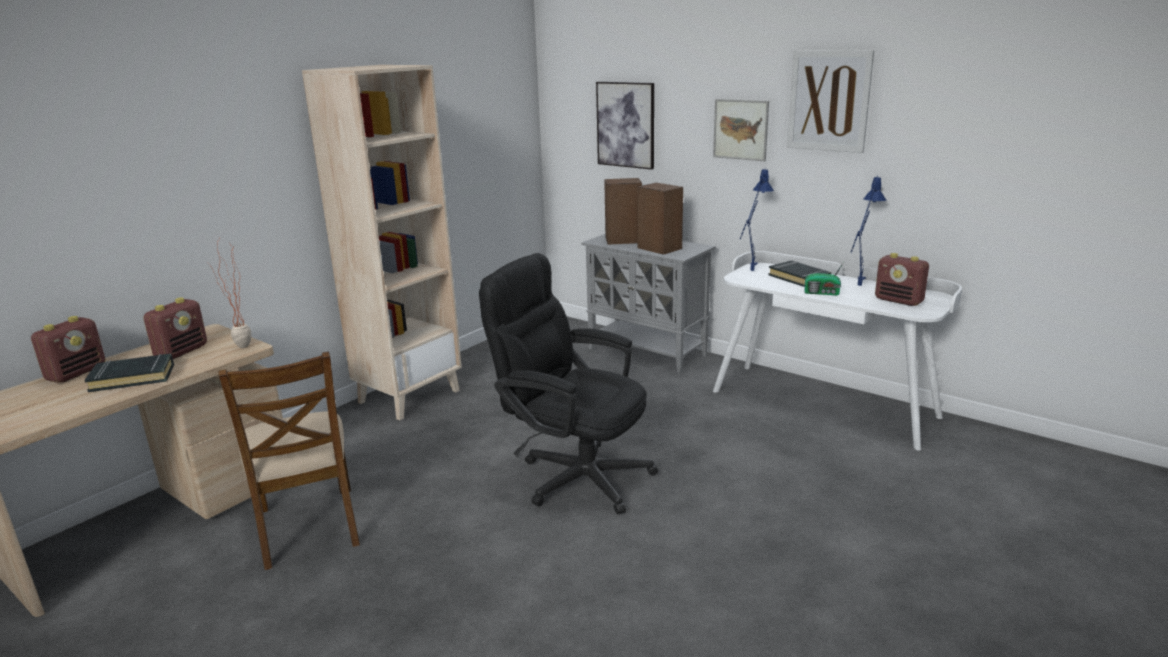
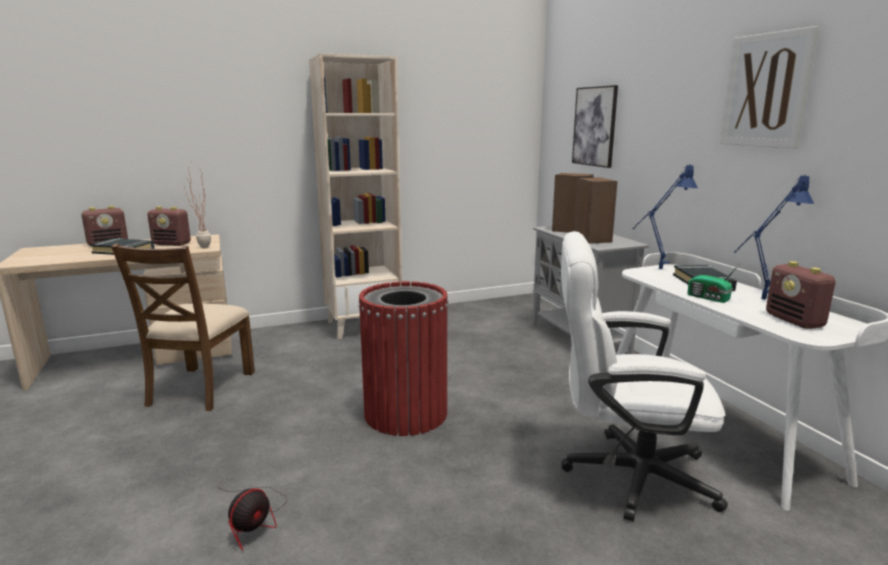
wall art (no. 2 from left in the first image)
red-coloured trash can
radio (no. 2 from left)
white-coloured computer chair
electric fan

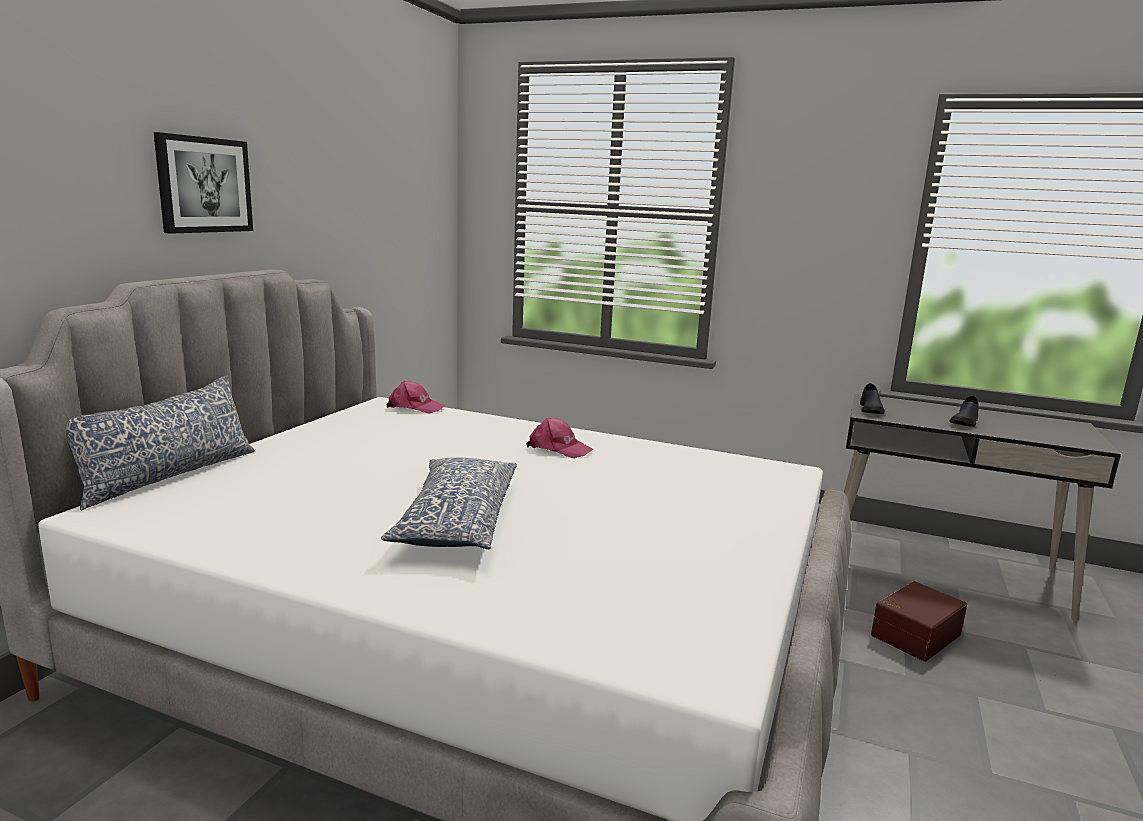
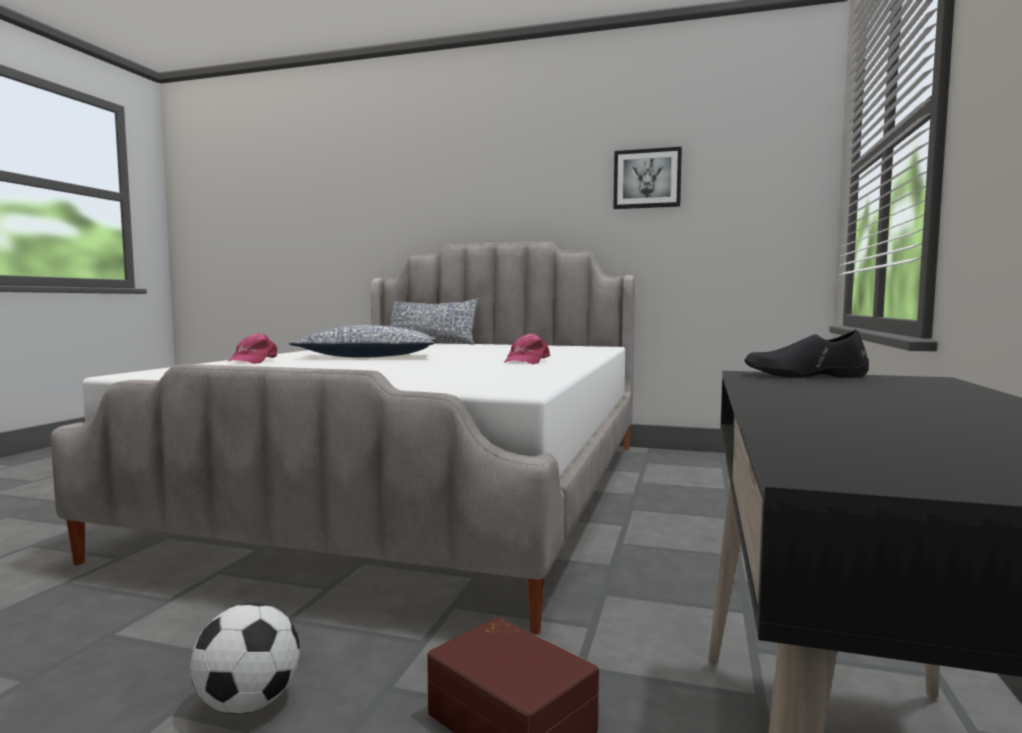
wall art
pink-coloured cap (no. 1 from left)
blackish shoe (no. 2 from left in the first image)
football

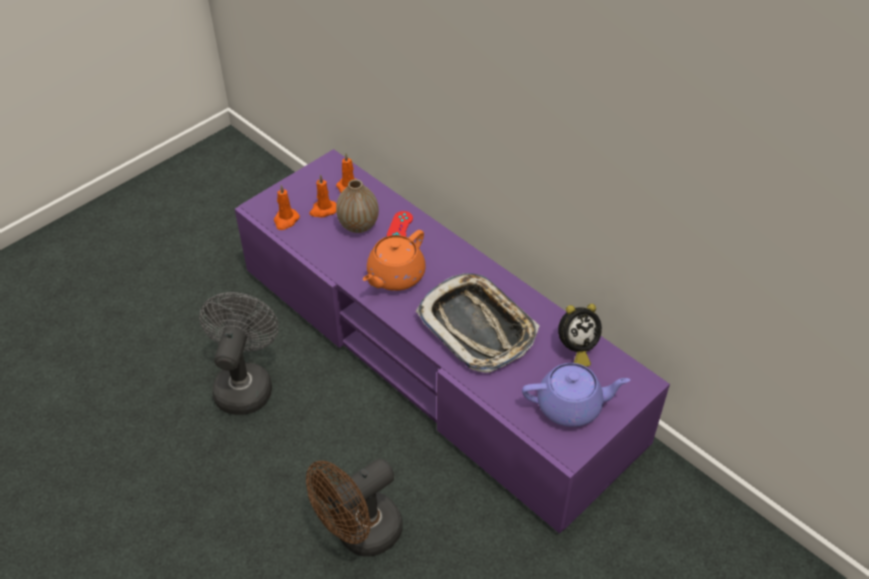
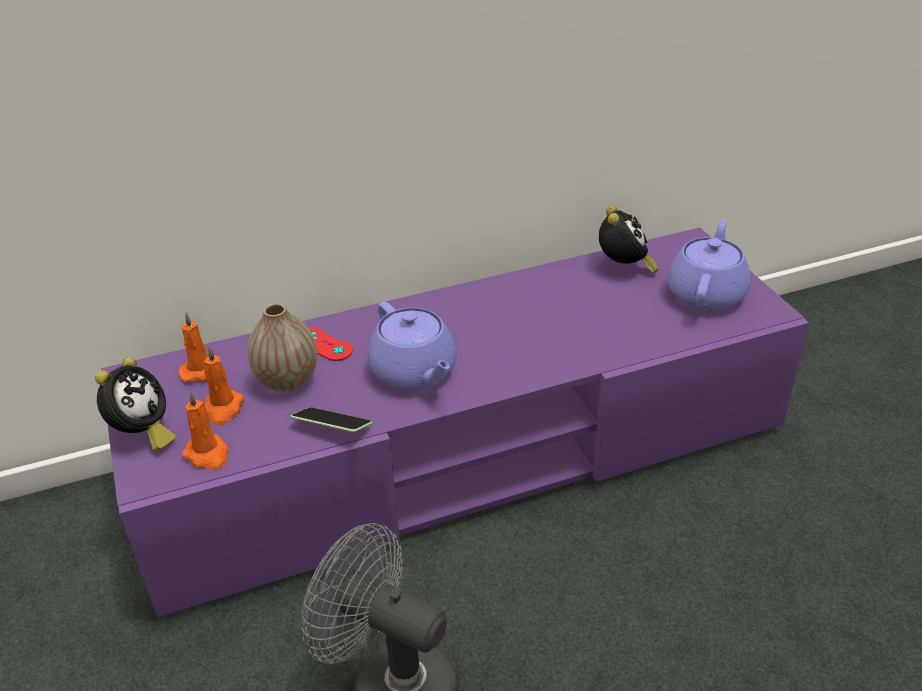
purplish tea pot (no. 1 from left)
carrying tray
brown-coloured electric fan
alarm clock (no. 1 from left)
phone

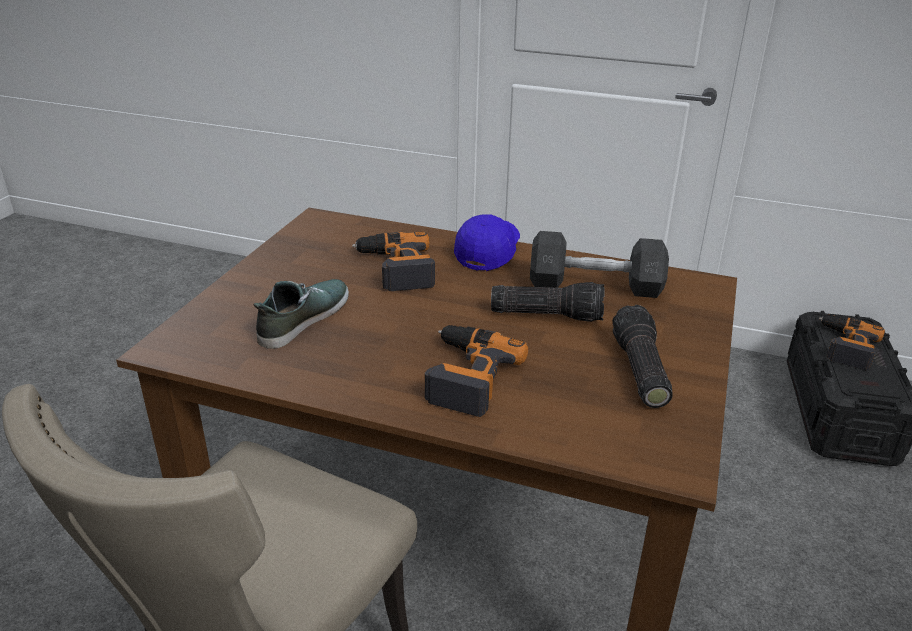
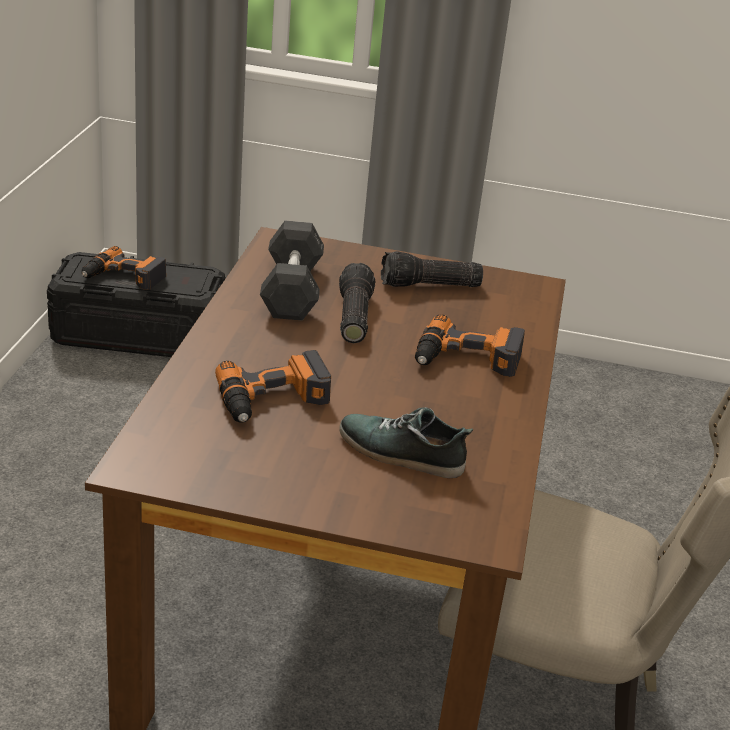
bluish cap

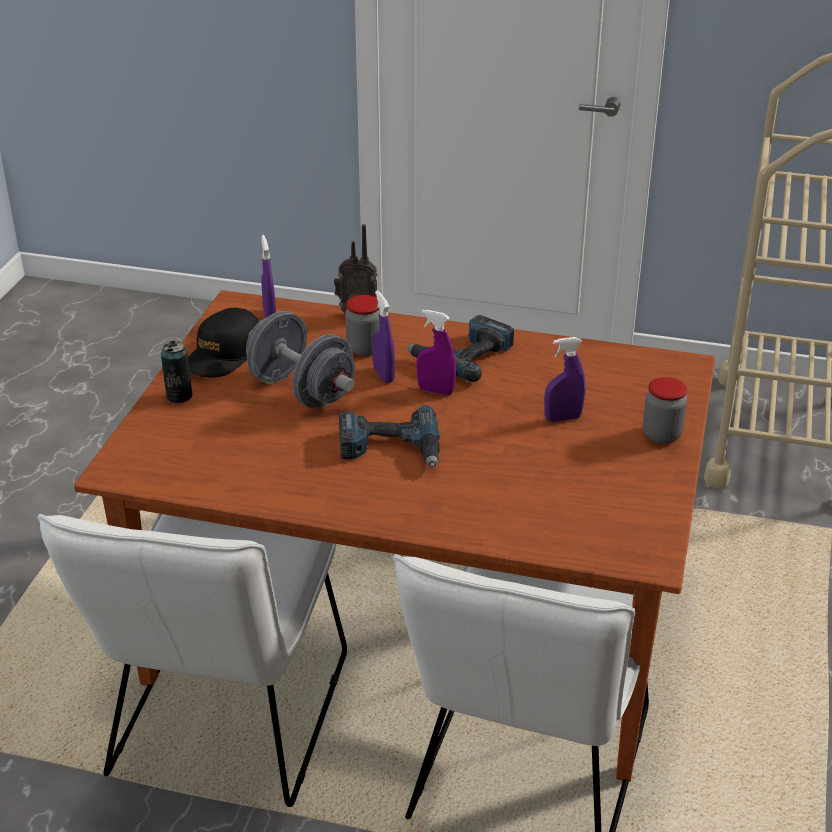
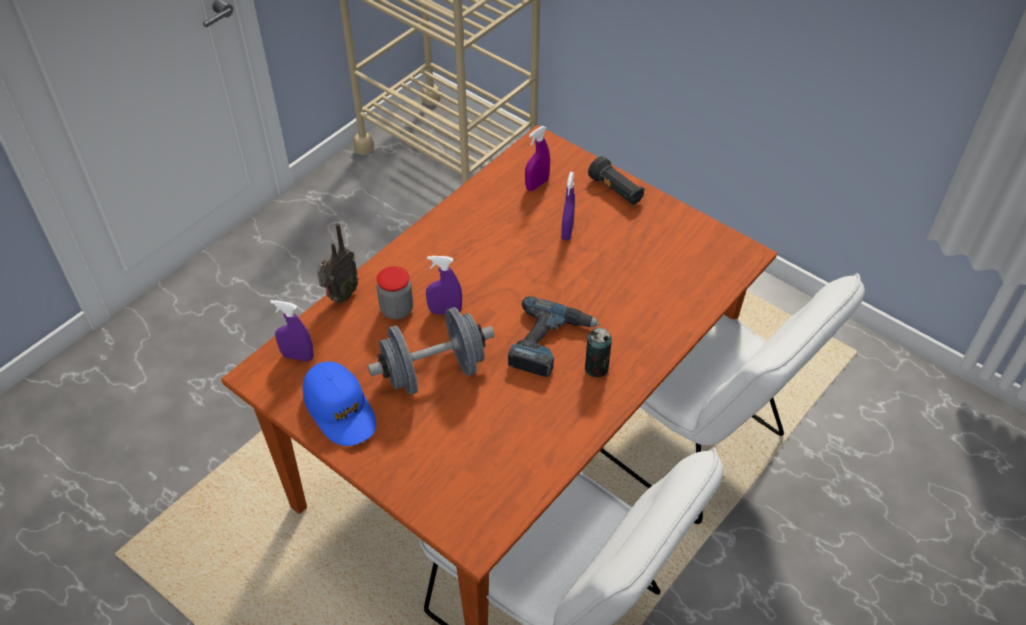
bluish cap
purplish sprayer (no. 3 from left)
drill (no. 2 from left in the first image)
metal can
blackish torch

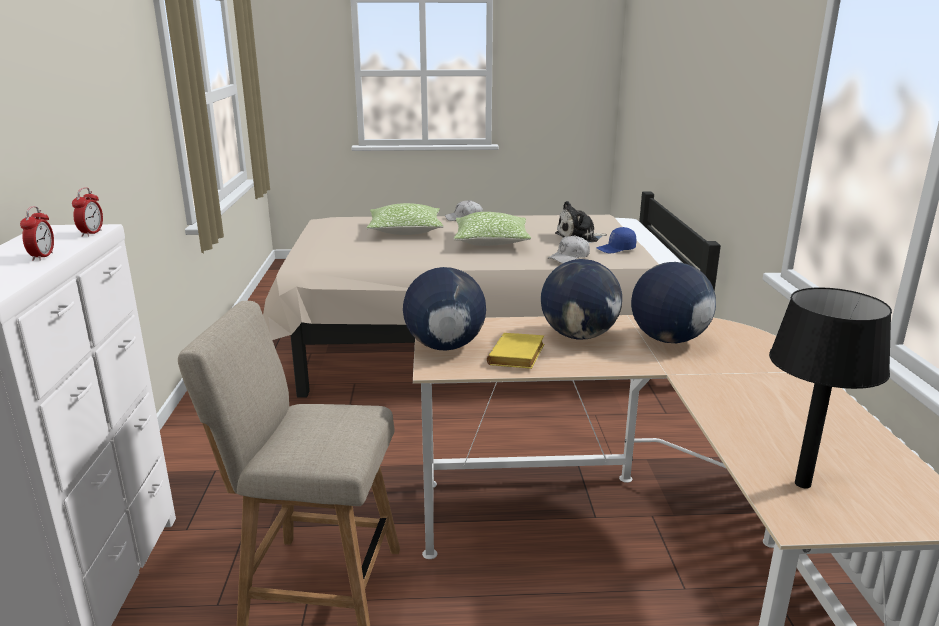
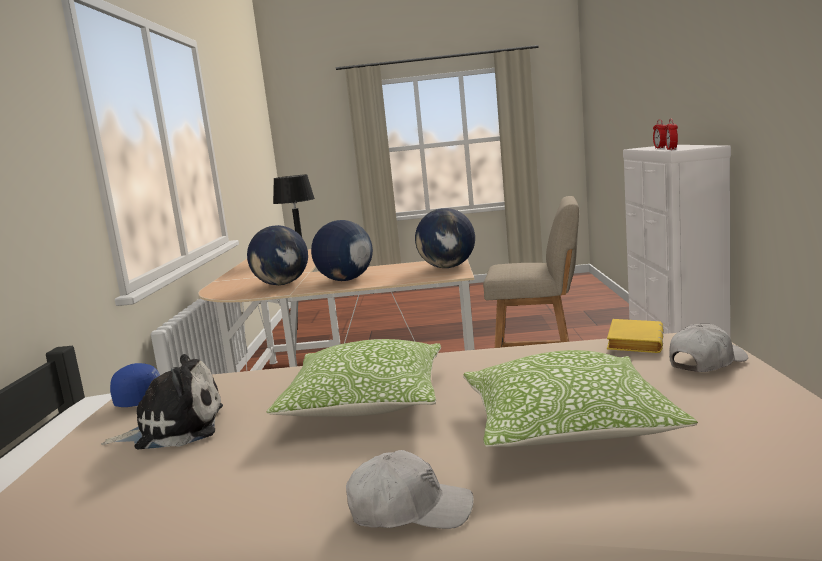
white-coloured cap (no. 2 from left)
yellow-coloured book

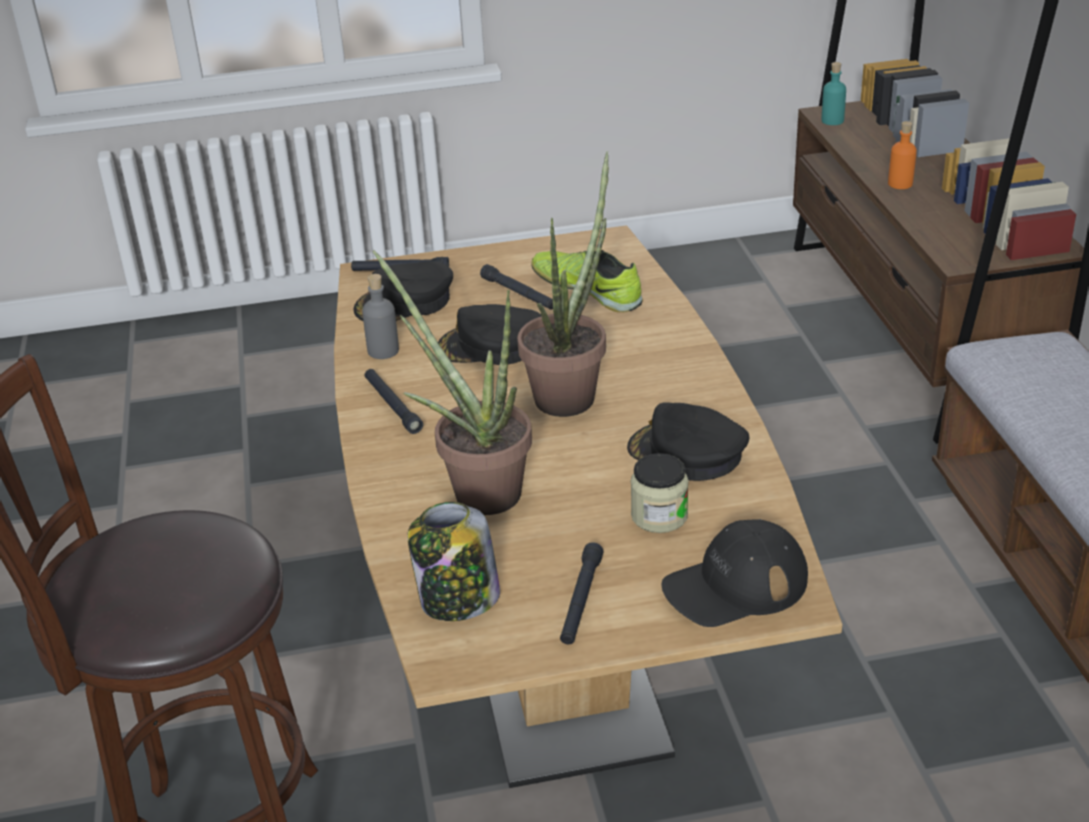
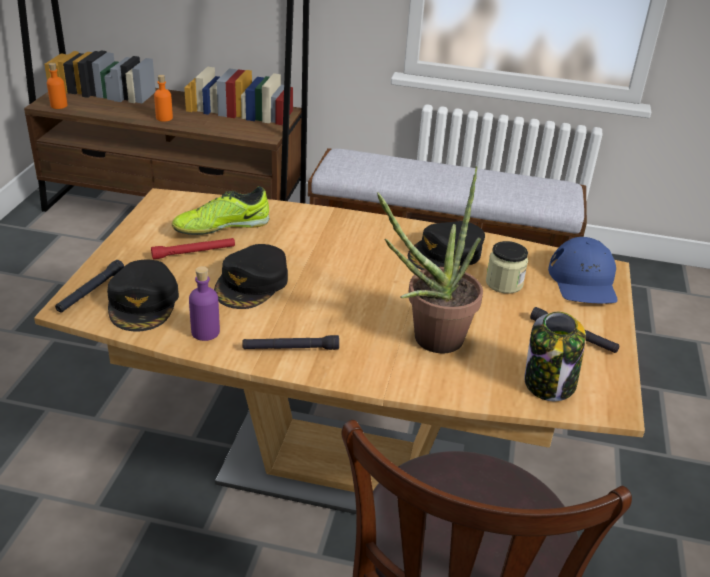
orangey bottle (no. 1 from left)
potted plant (no. 2 from left in the first image)
red-coloured torch
purplish bottle
bluish cap

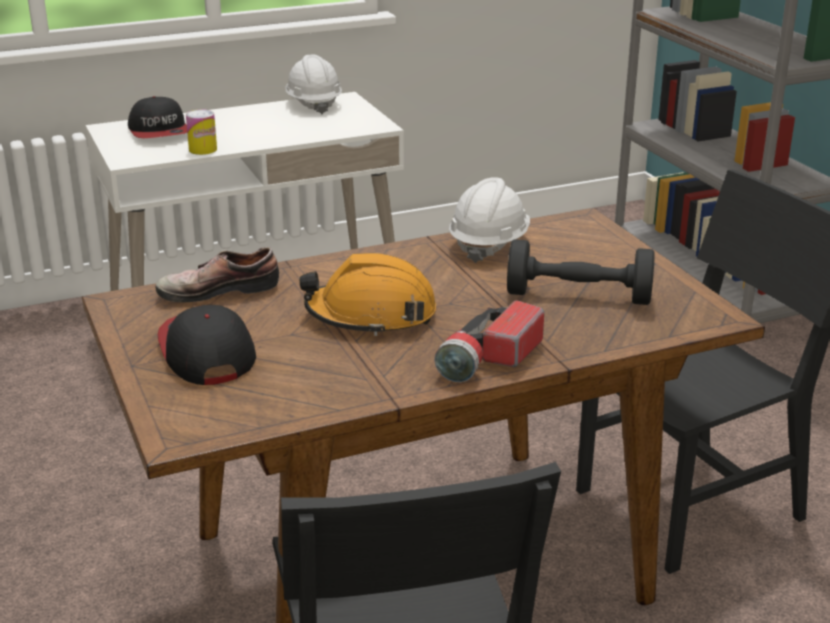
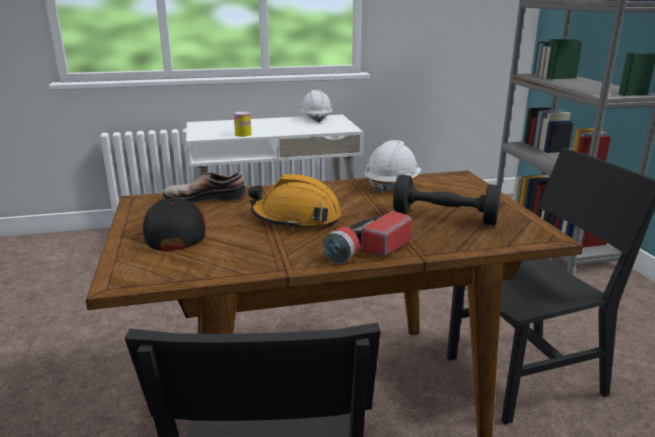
cap (no. 1 from left in the first image)

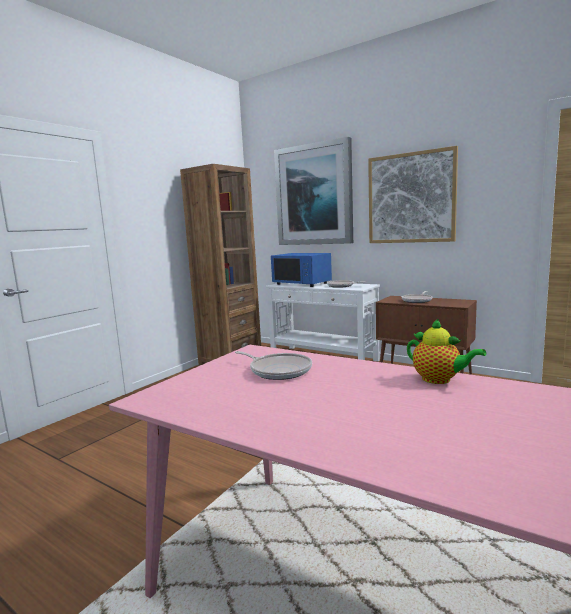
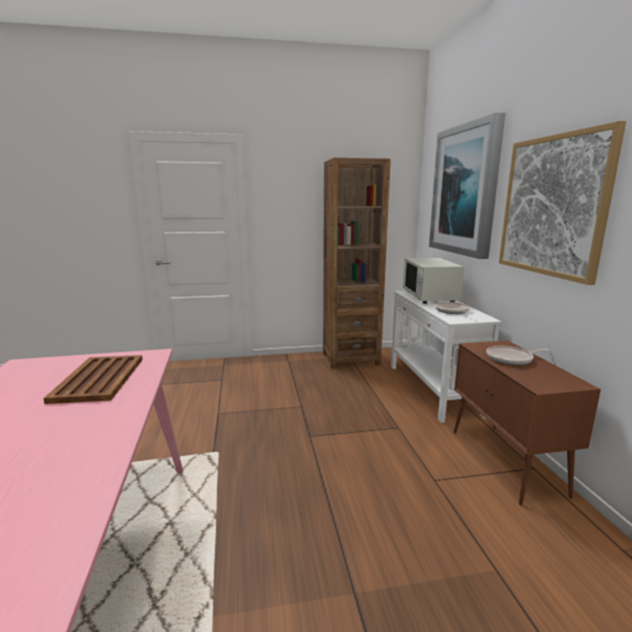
white-coloured kitchen microwave
tea pot
brown-coloured carrying tray

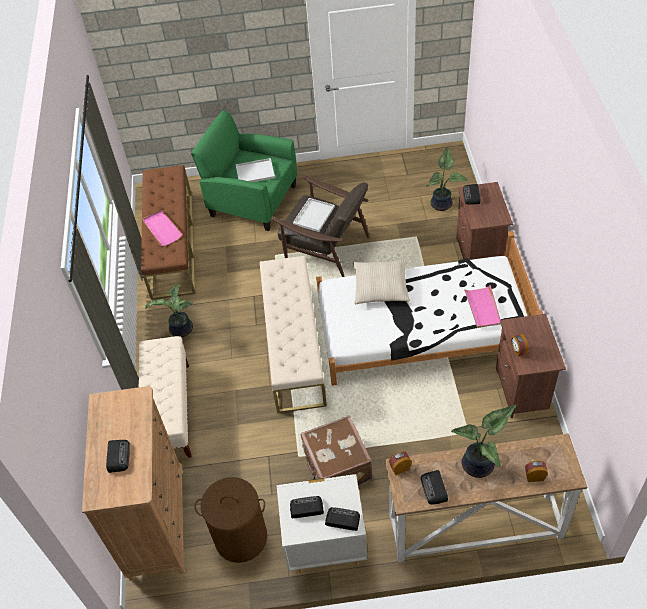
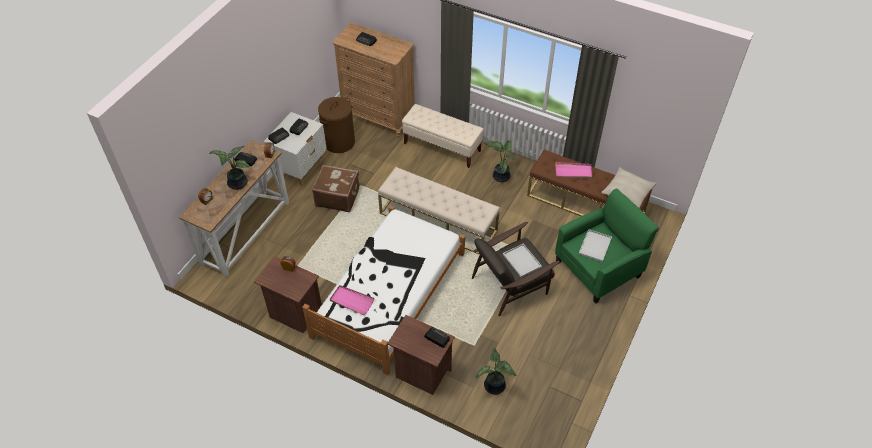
beige pillow

